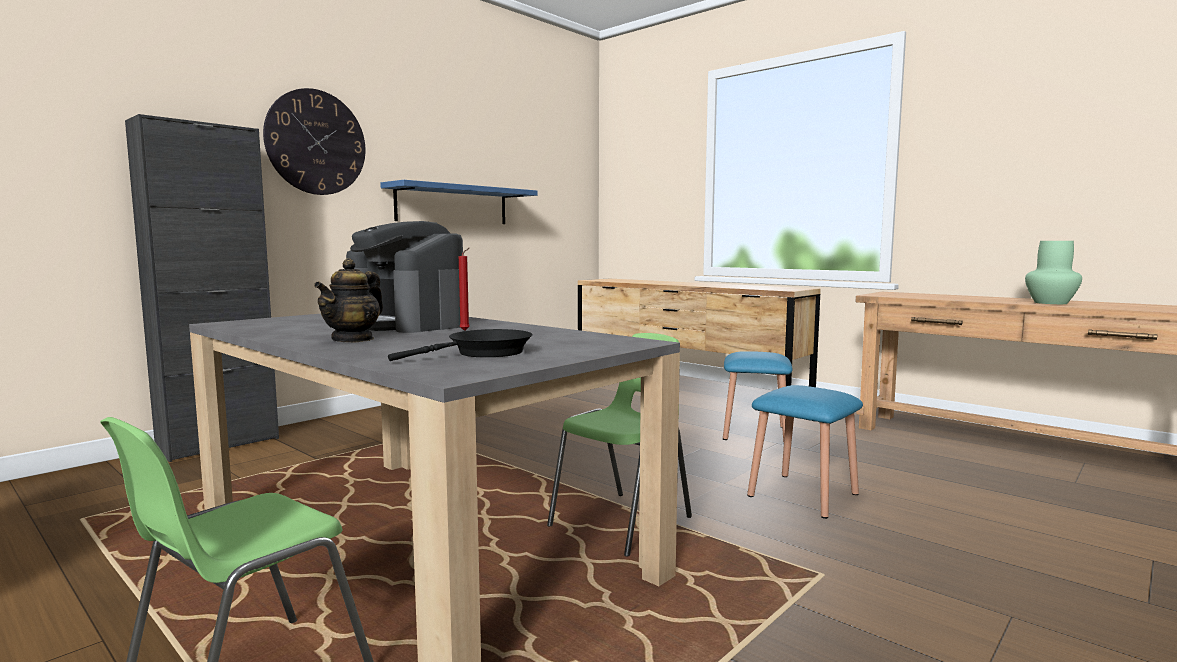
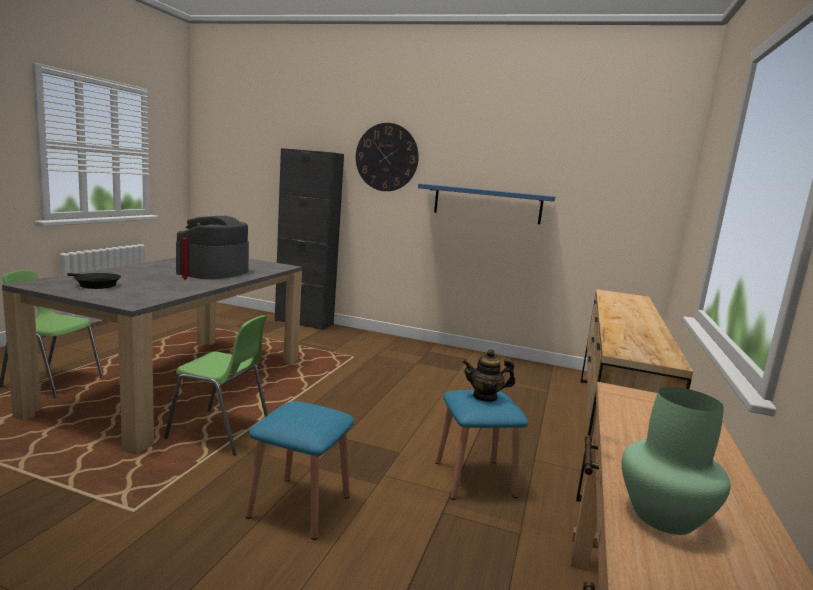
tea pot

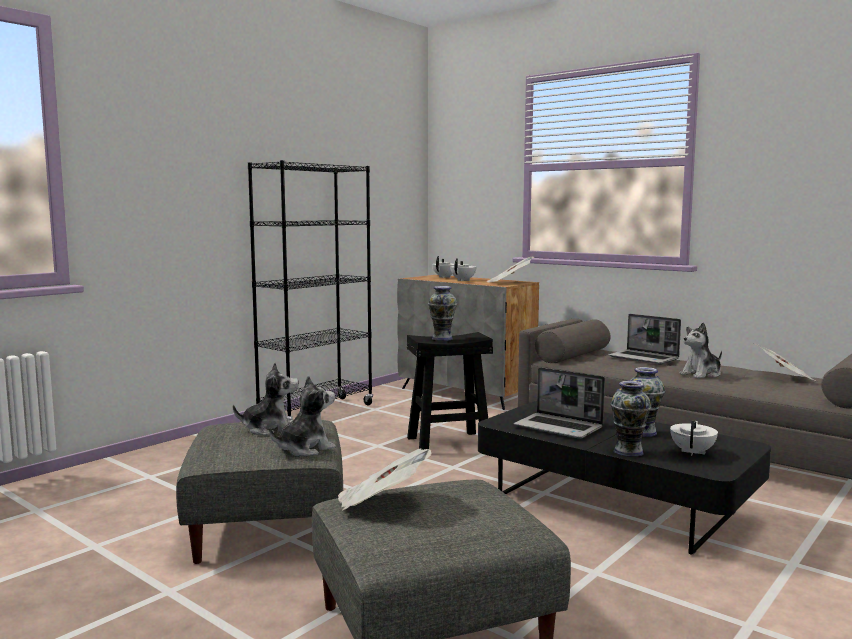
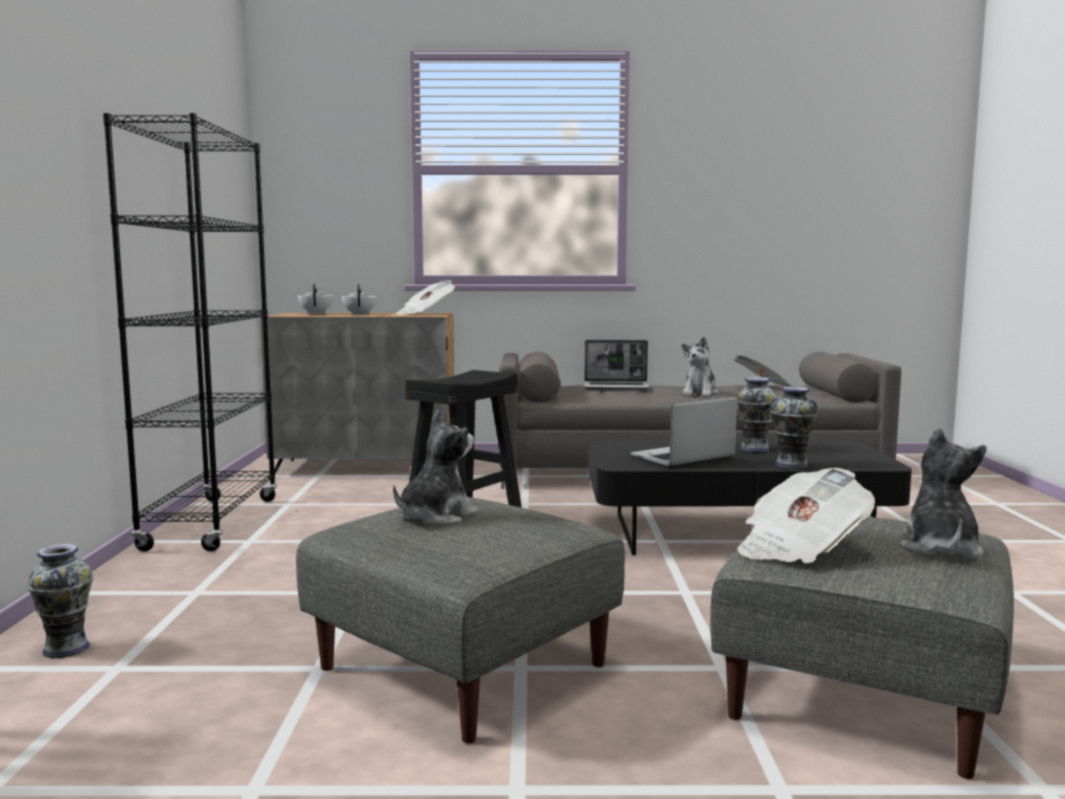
decorative vase (no. 1 from left)
notebook computer (no. 2 from left)
cuddly toy (no. 3 from left)
white-coloured tea pot (no. 3 from left in the first image)

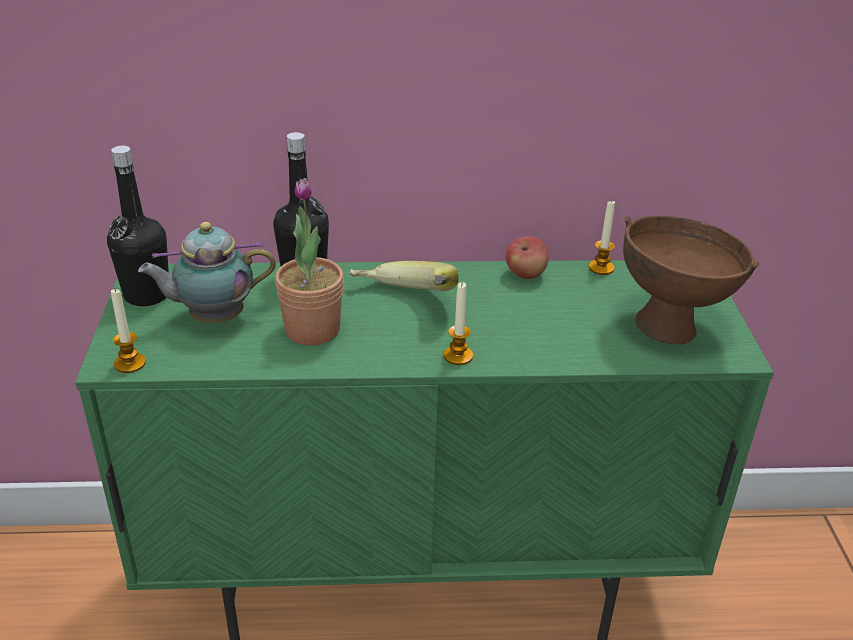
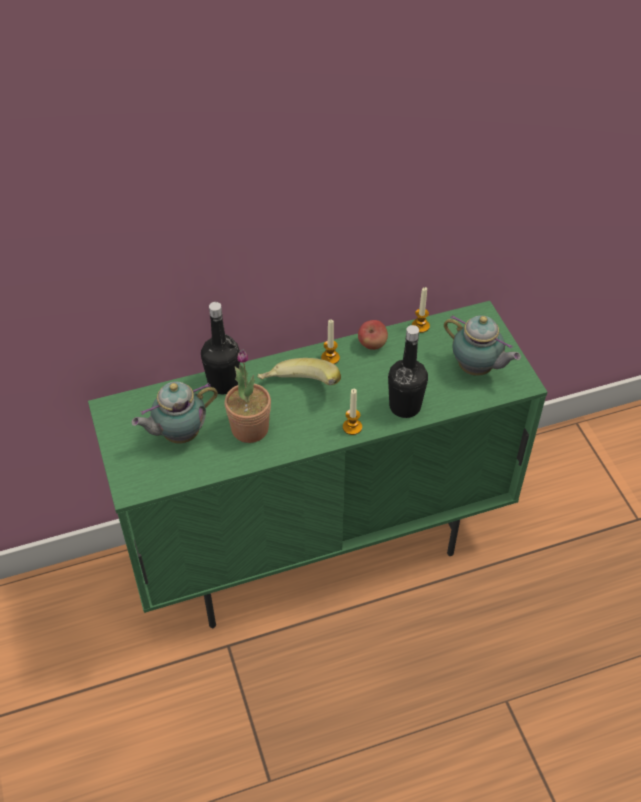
blackish bottle (no. 2 from left)
tea pot (no. 2 from left)
wax candle (no. 1 from left)

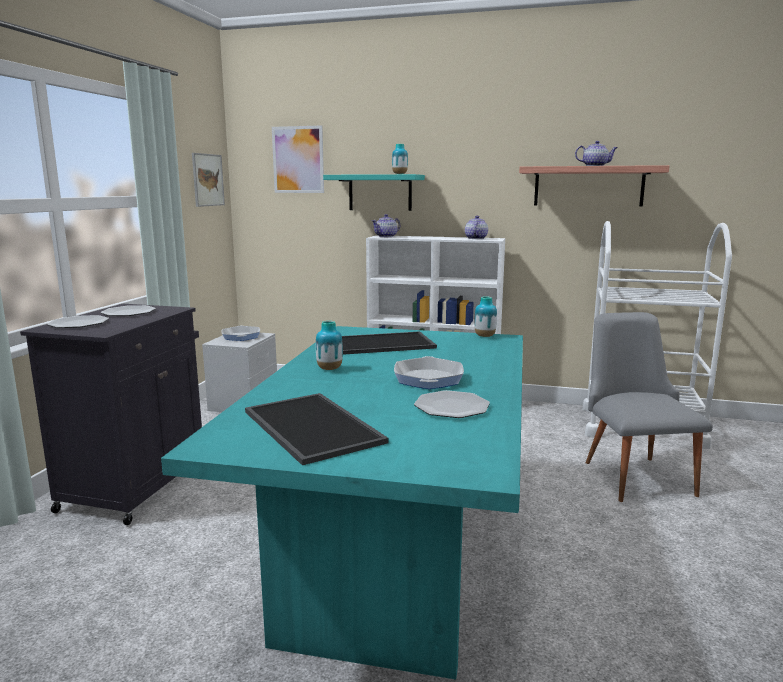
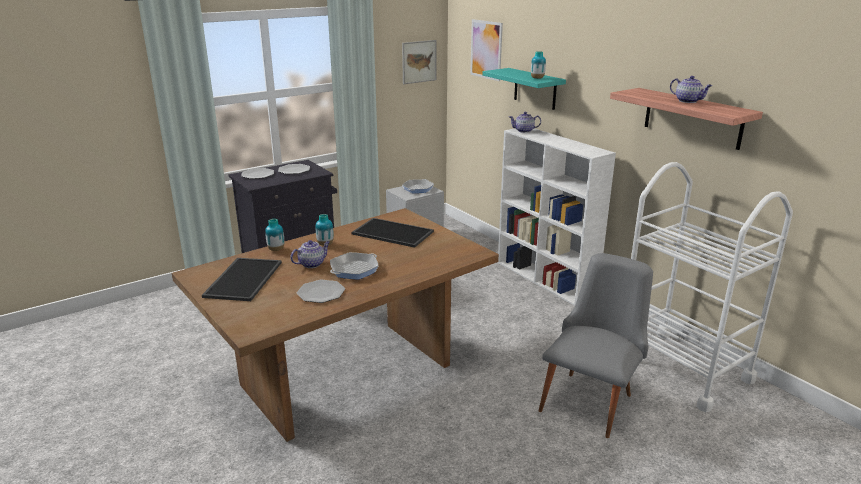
tea pot (no. 1 from left)
decorative vase (no. 1 from left)
brown-coloured kitchen table

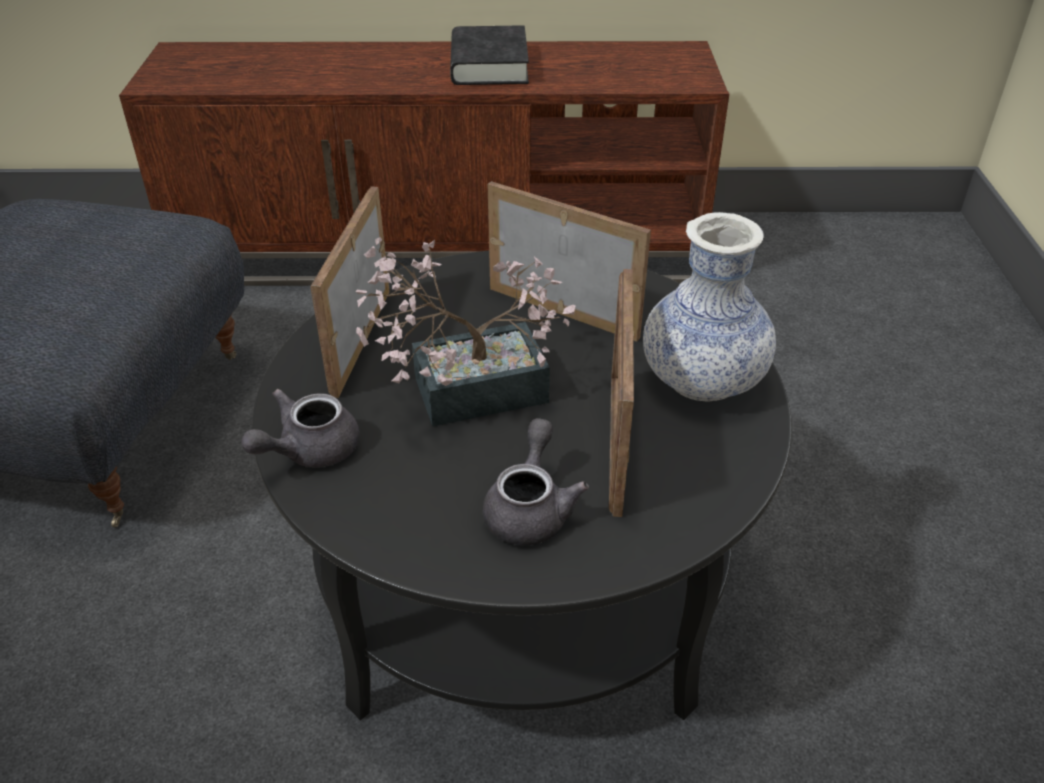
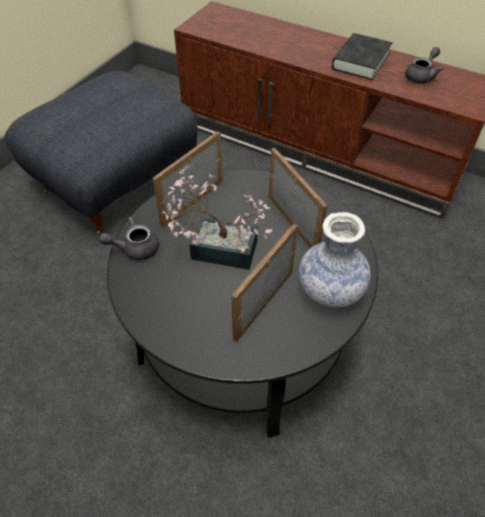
greyish tea pot (no. 2 from left)

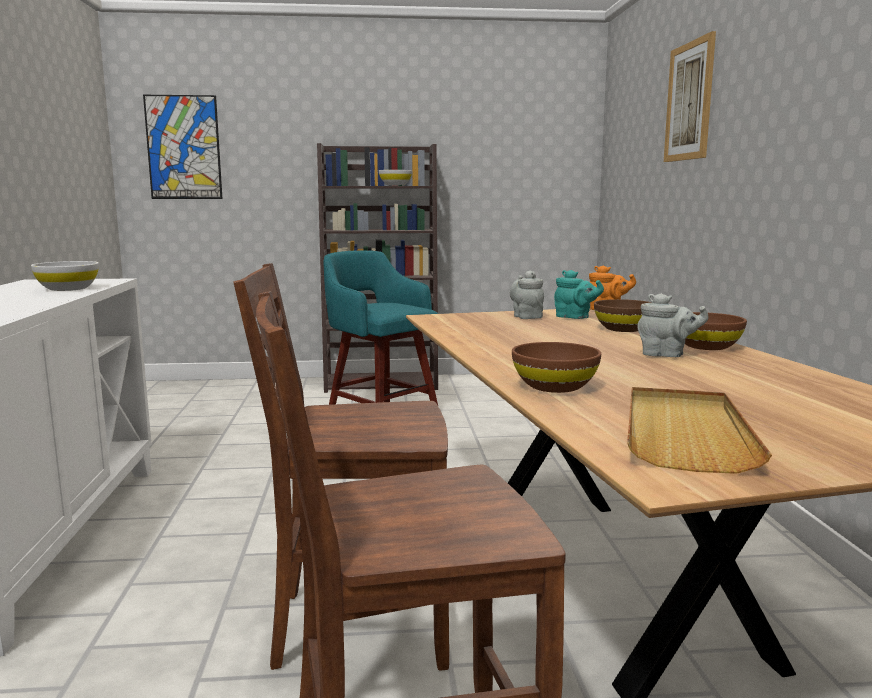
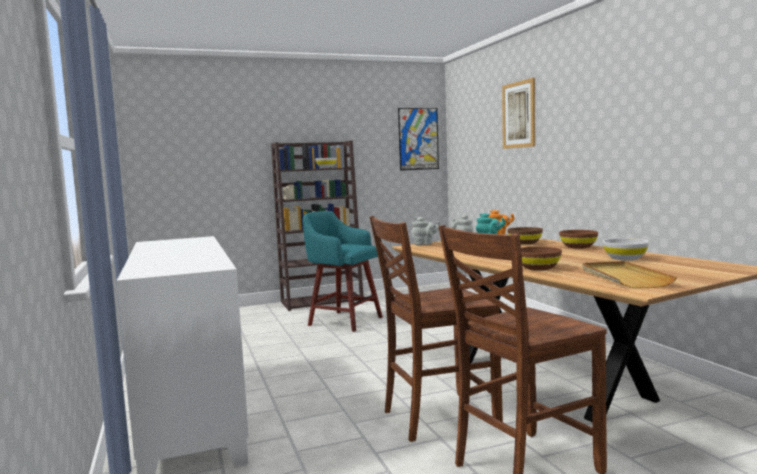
wall art (no. 1 from left)
white-coloured serving bowl (no. 2 from left)
greyish tea pot (no. 1 from left)

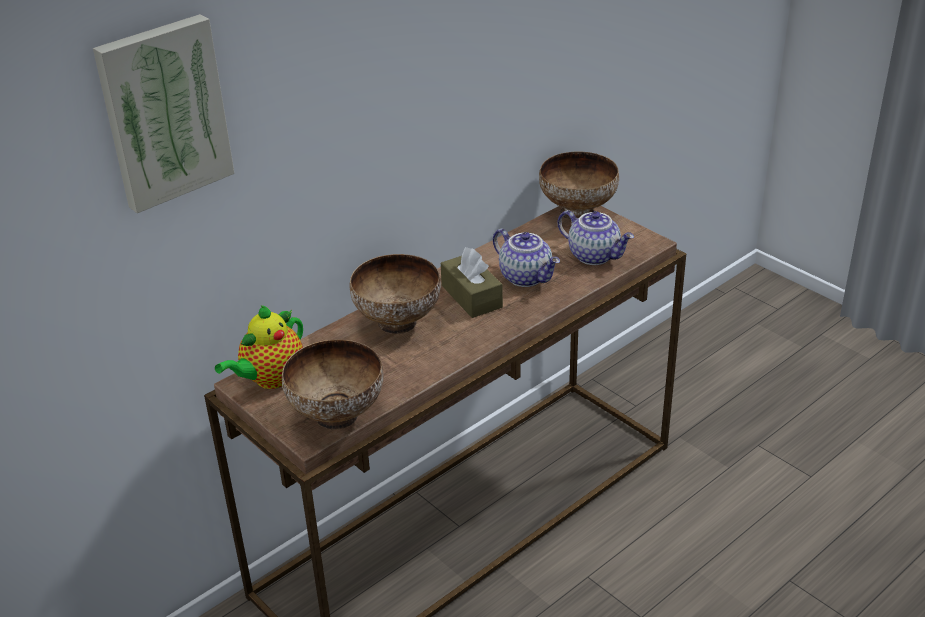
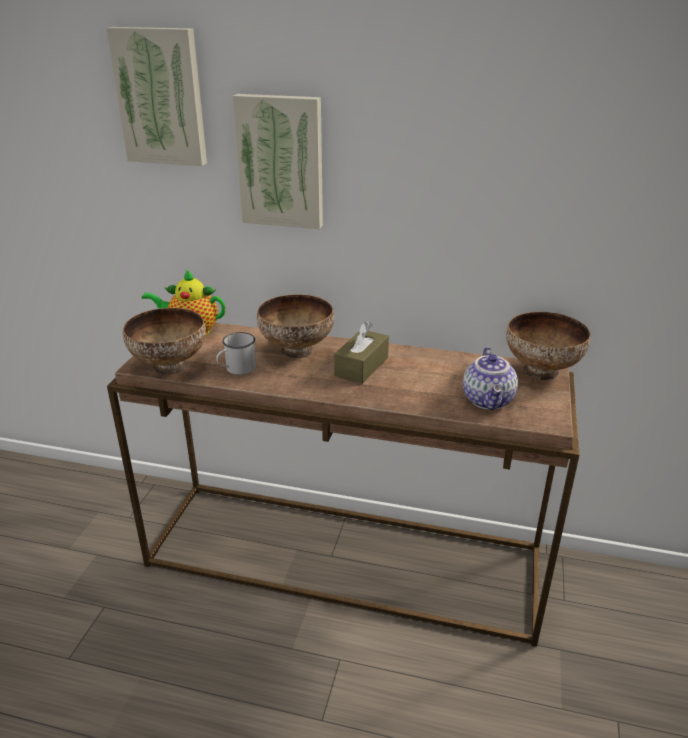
tea pot (no. 2 from left in the first image)
wall art (no. 2 from left)
white-coloured coffee mug

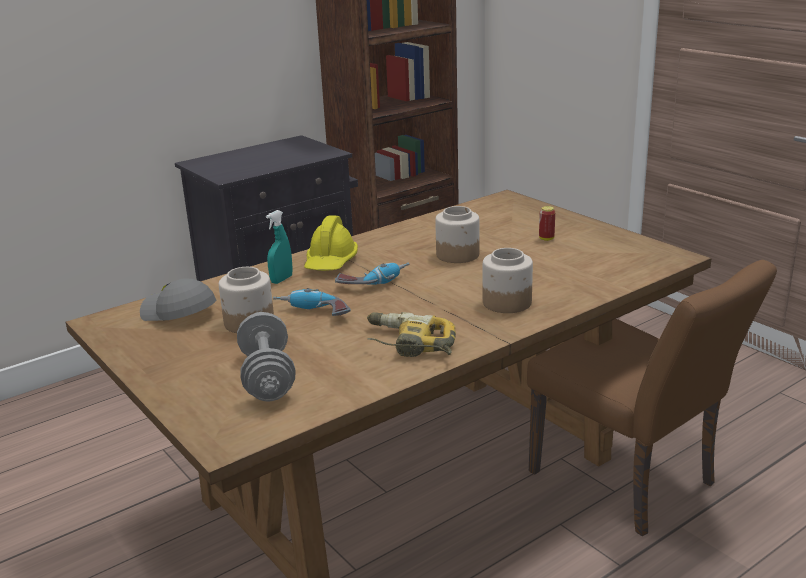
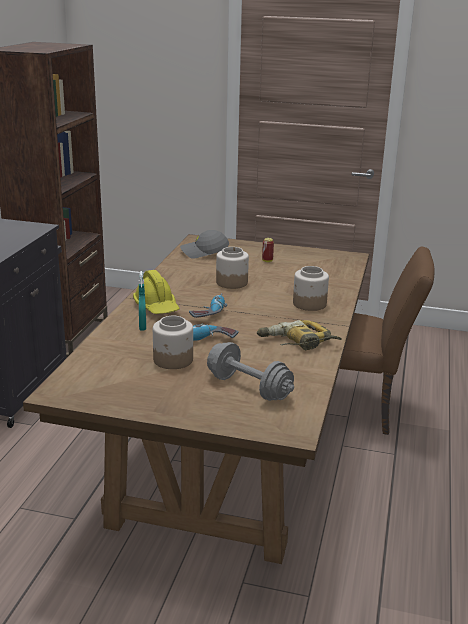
greyish cap

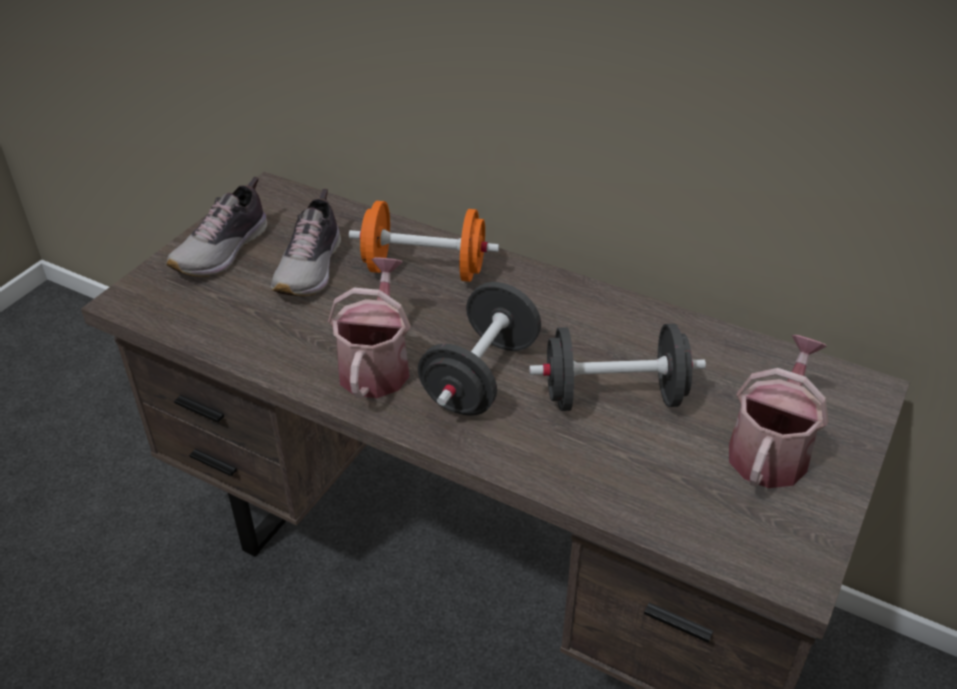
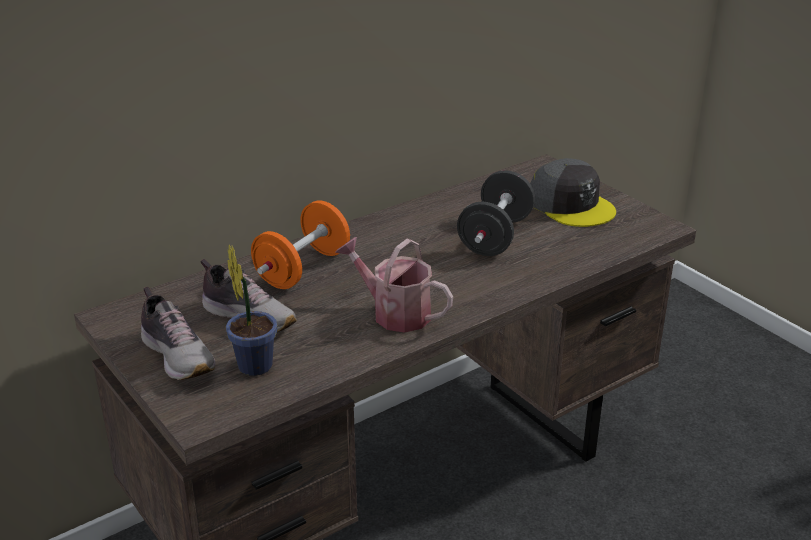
blackish hand weight (no. 1 from left in the first image)
greyish cap
potted plant

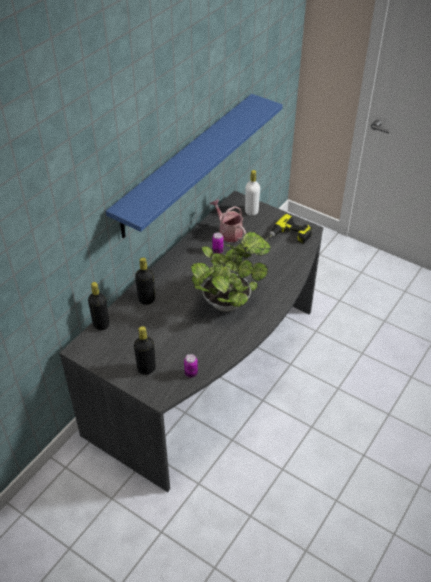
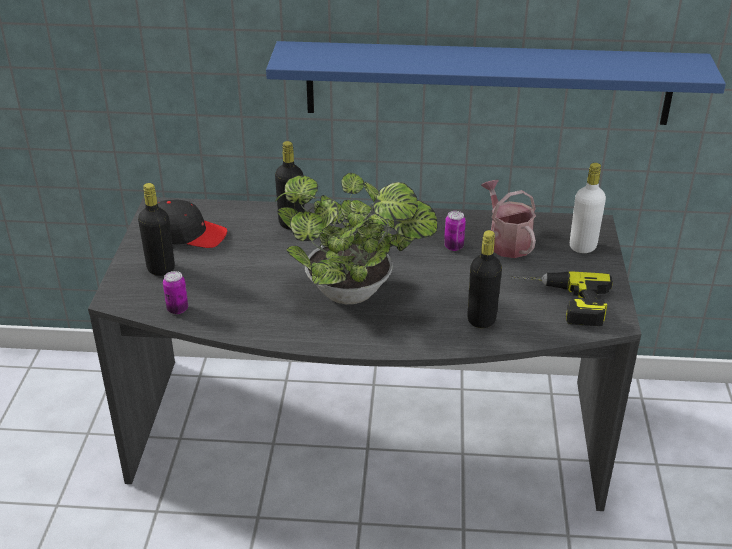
watering pot
blackish bottle (no. 3 from left)
blackish cap

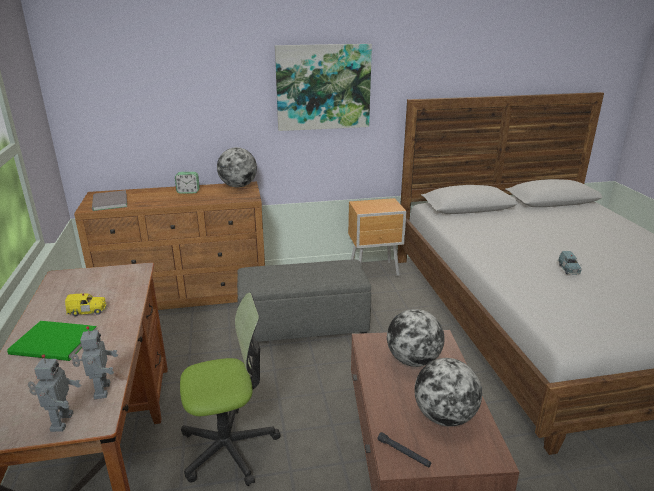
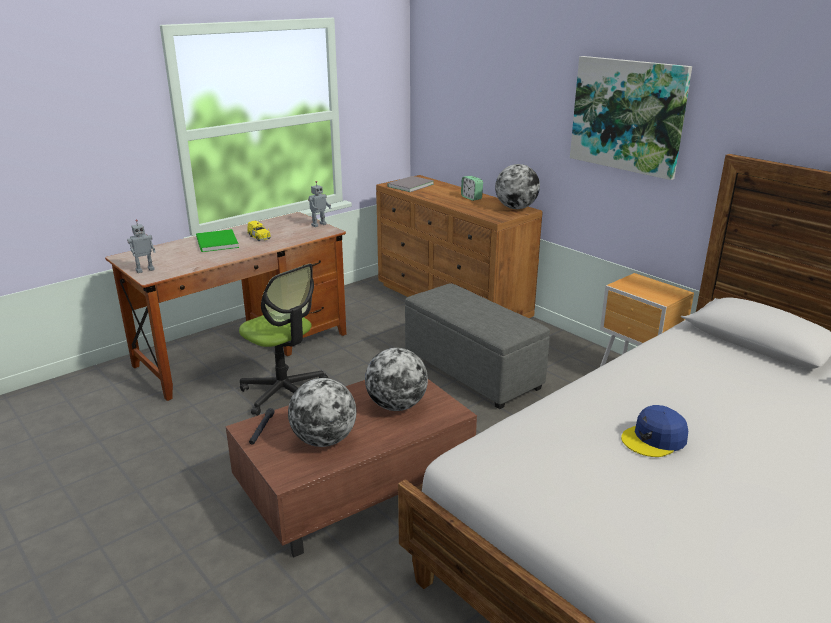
bluish cap
model robot (no. 2 from left)

